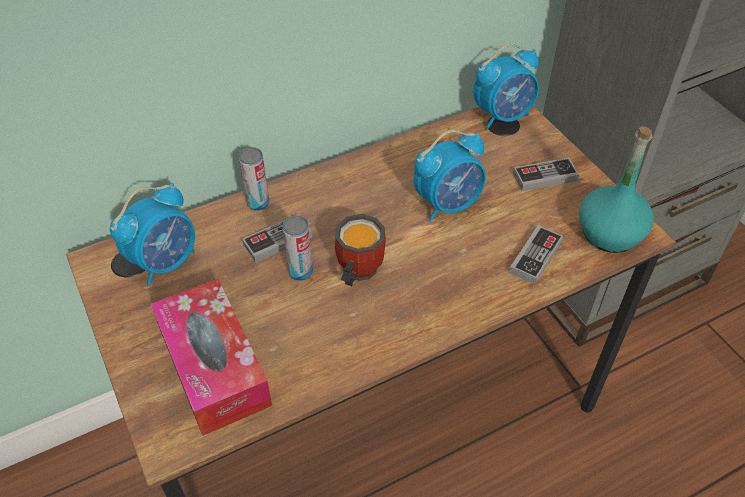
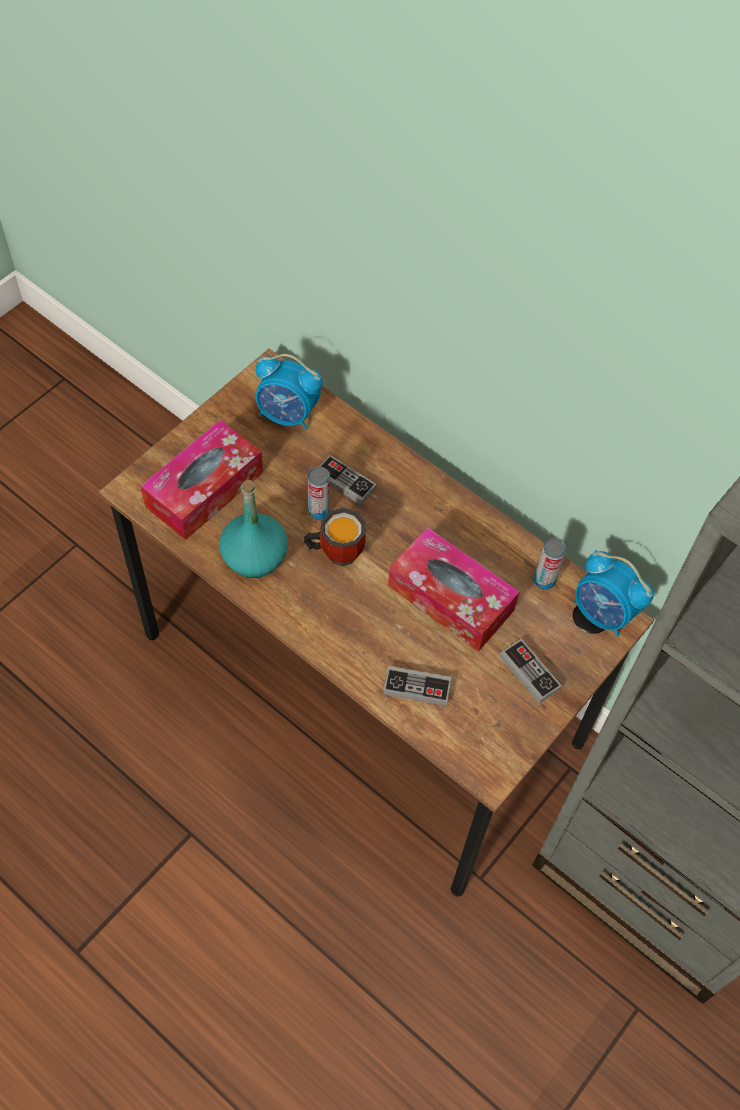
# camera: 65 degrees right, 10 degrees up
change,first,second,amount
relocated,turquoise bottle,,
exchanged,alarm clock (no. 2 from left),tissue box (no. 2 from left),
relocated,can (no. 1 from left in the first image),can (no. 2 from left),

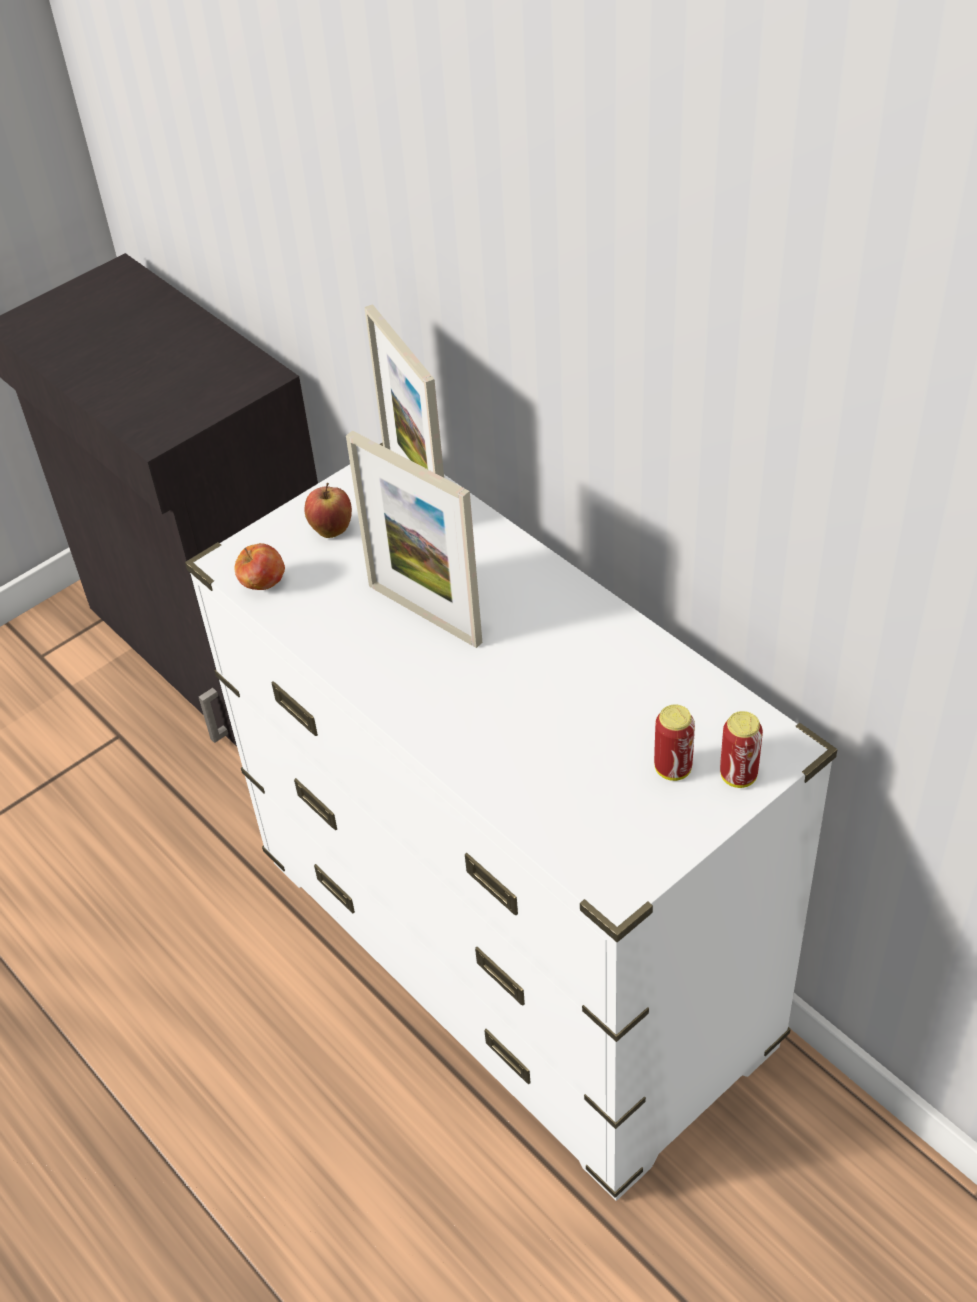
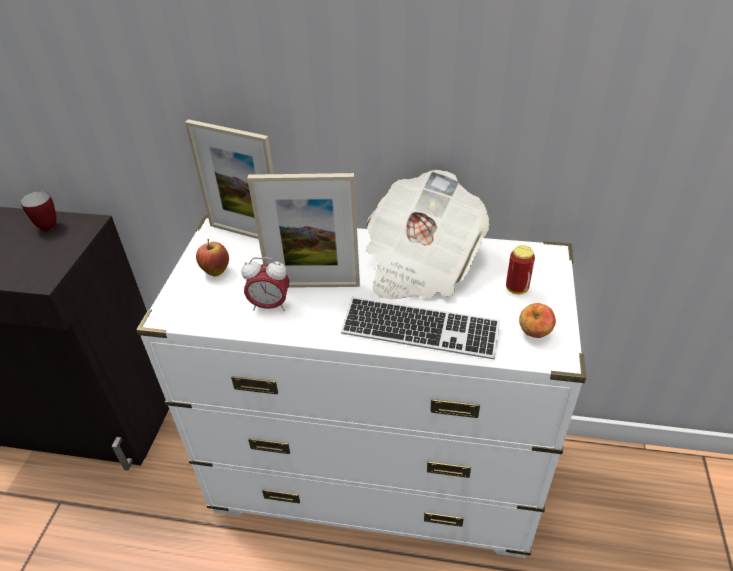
# camera: 40 degrees left, 5 degrees down
change,first,second,amount
relocated,apple (no. 1 from left in the first image),apple (no. 2 from left),
missing,can (no. 2 from left),,
appeared,,newspaper,
appeared,,mug,
appeared,,alarm clock,
appeared,,keyboard,

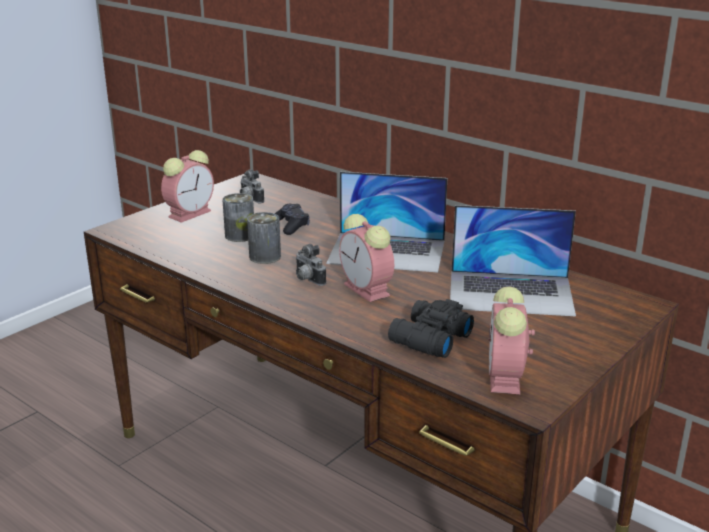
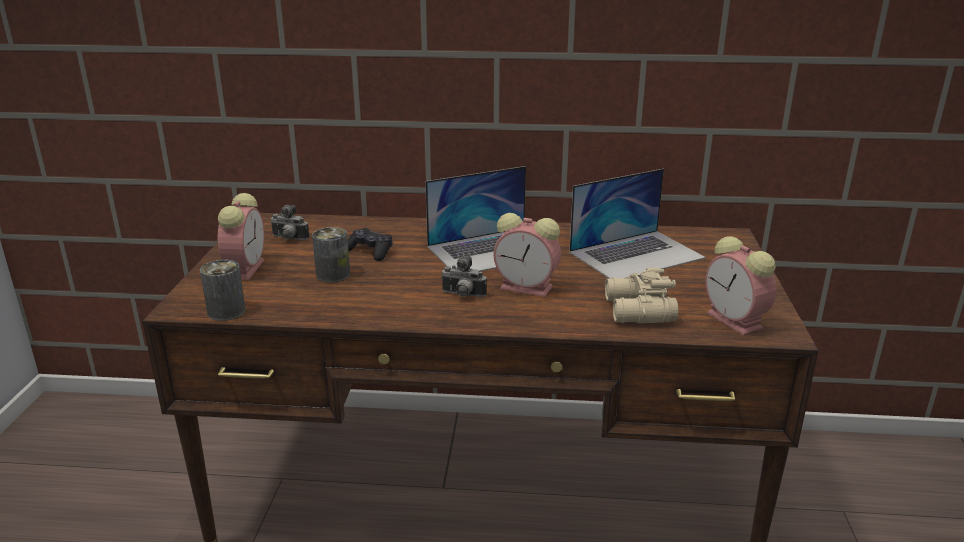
# camera: 35 degrees left, 0 degrees up
change,first,second,amount
relocated,can (no. 2 from left in the first image),can (no. 1 from left),
colour,black binoculars,beige binoculars,

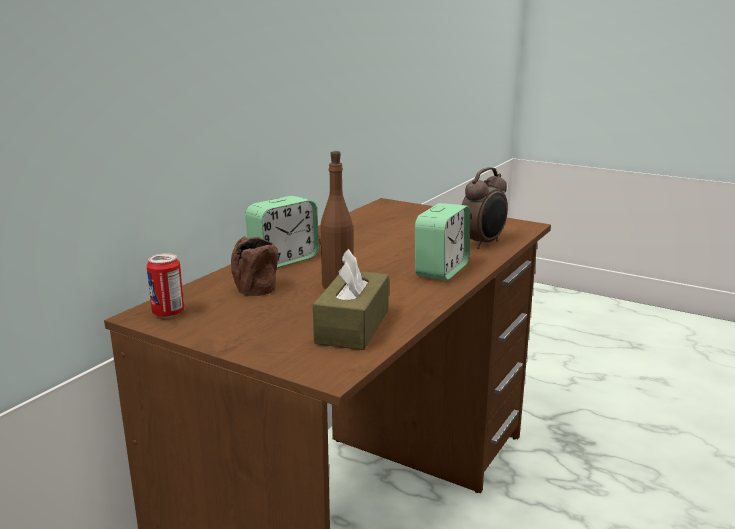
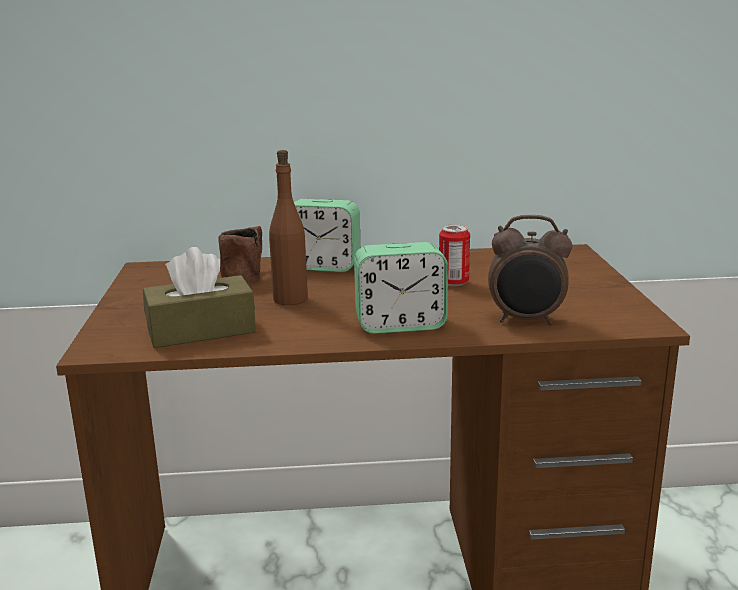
# camera: 55 degrees right, 0 degrees up
change,first,second,amount
relocated,can,,

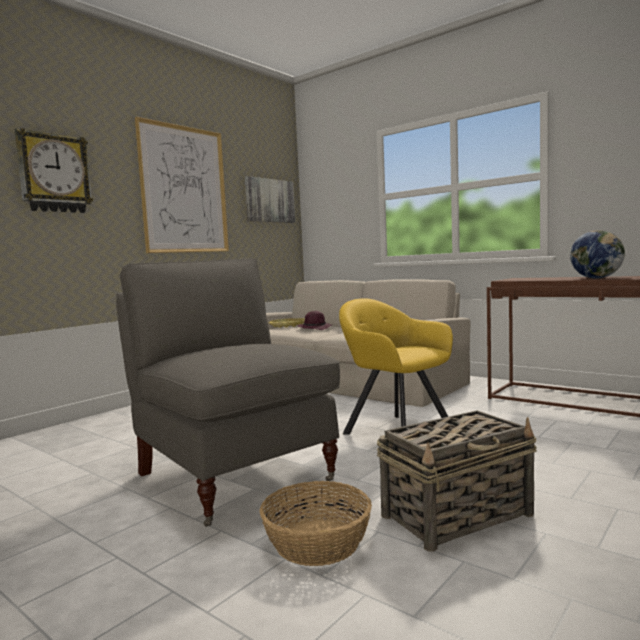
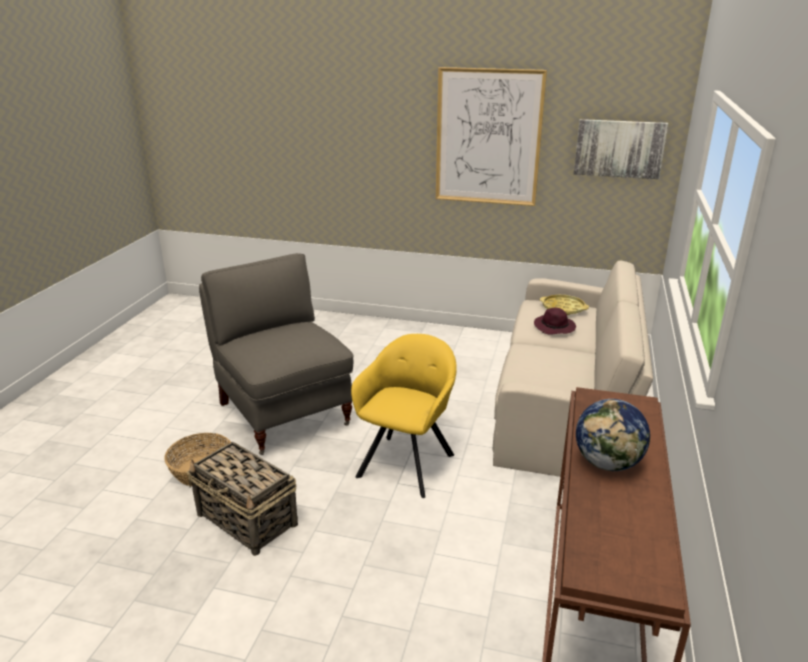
# camera: 65 degrees right, 20 degrees up
change,first,second,amount
missing,wall clock,,
spun,grey armchair,,60 degrees counterclockwise

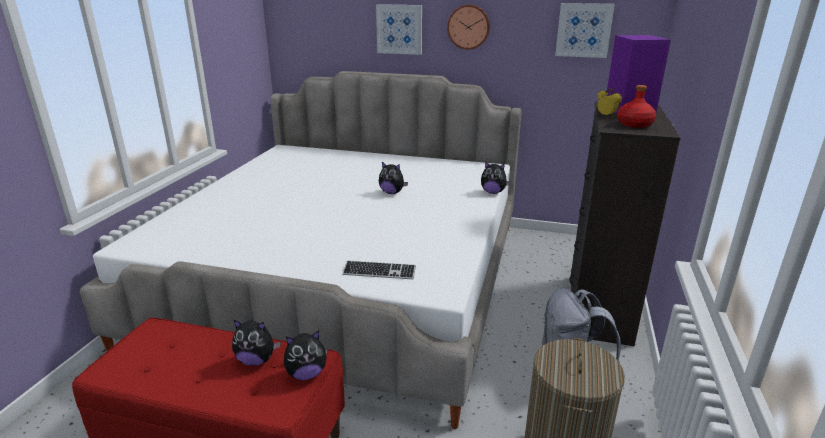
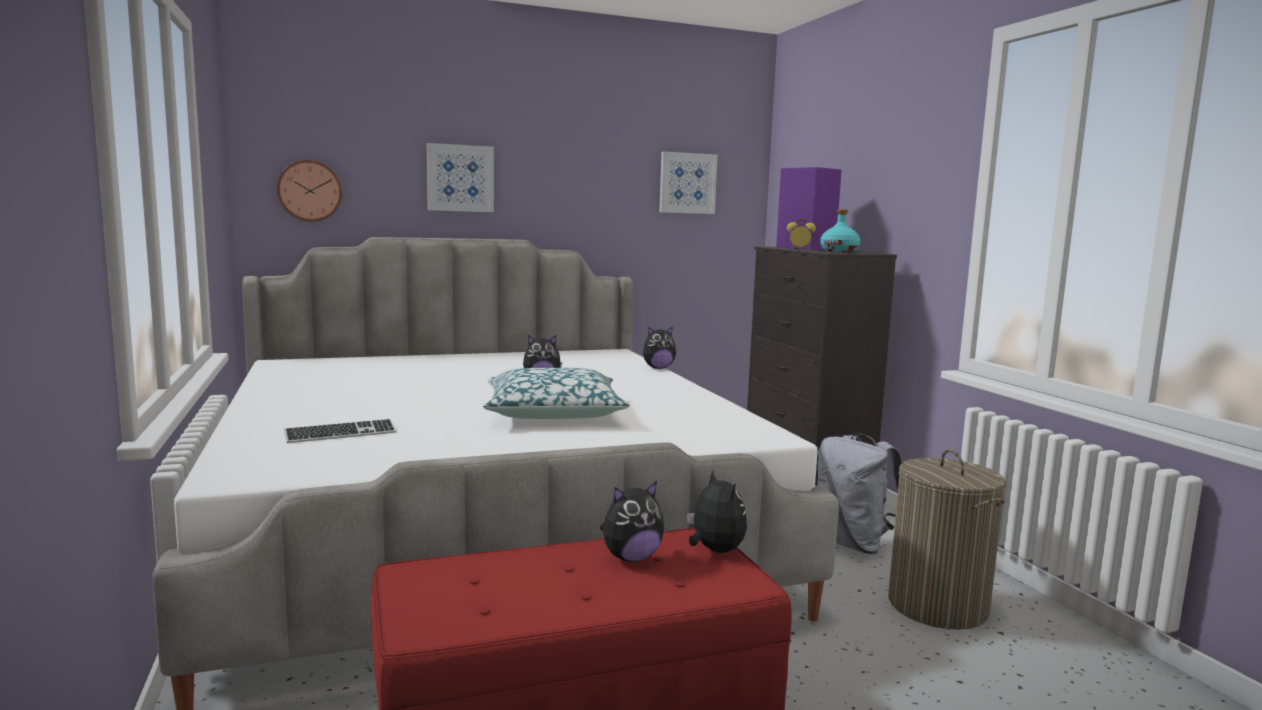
# camera: 35 degrees left, 15 degrees down
change,first,second,amount
relocated,wall clock,,
colour,red bottle,turquoise bottle,
relocated,keyboard,,
spun,plush toy (no. 2 from left in the first image),plush toy (no. 4 from left),60 degrees counterclockwise
appeared,,pillow,

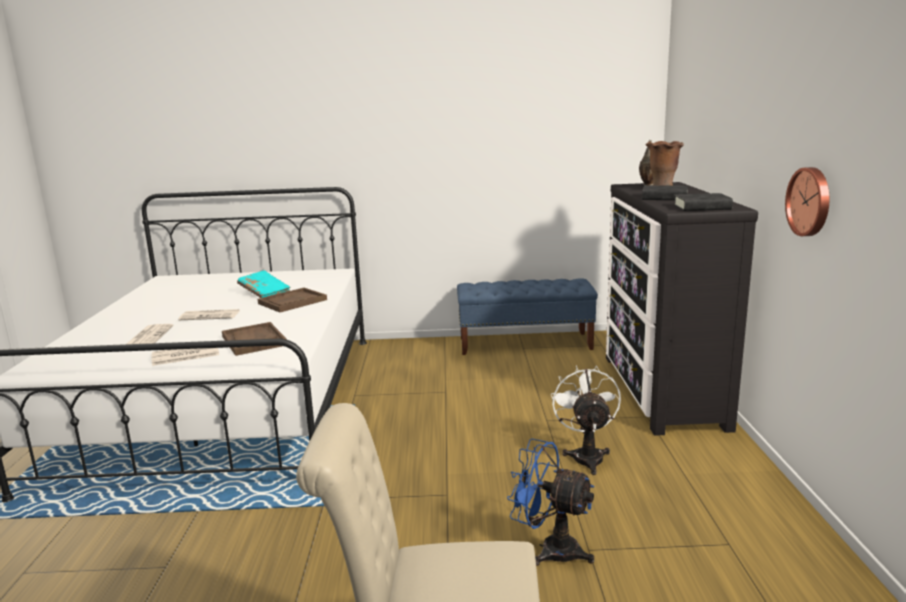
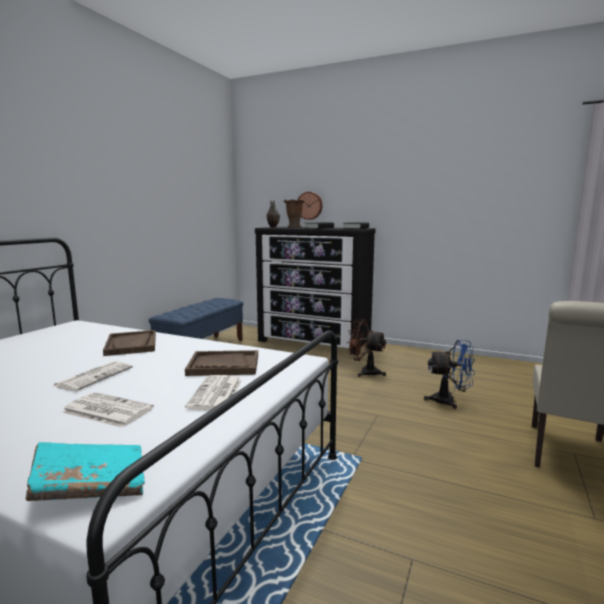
# camera: 65 degrees left, 5 degrees down
change,first,second,amount
relocated,wall clock,,
relocated,turquoise book,,
colour,white fan,brown fan,
spun,blue fan,,135 degrees counterclockwise

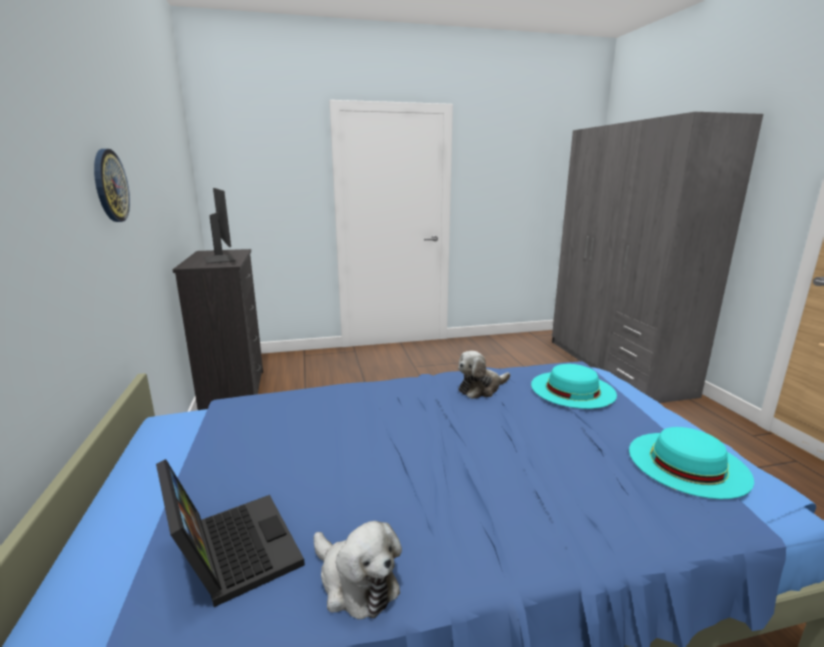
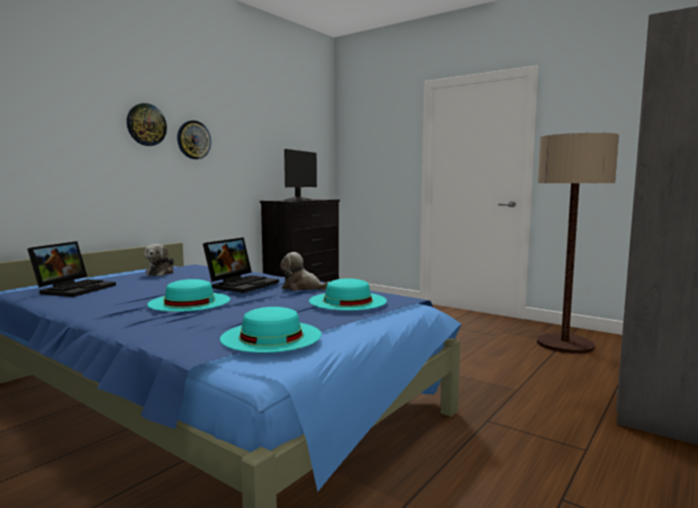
# camera: 50 degrees right, 10 degrees down
change,first,second,amount
relocated,plush toy (no. 1 from left),,
appeared,,wall clock (no. 1 from left),
appeared,,floor lamp,
appeared,,laptop (no. 2 from left),
appeared,,turquoise hat (no. 1 from left),

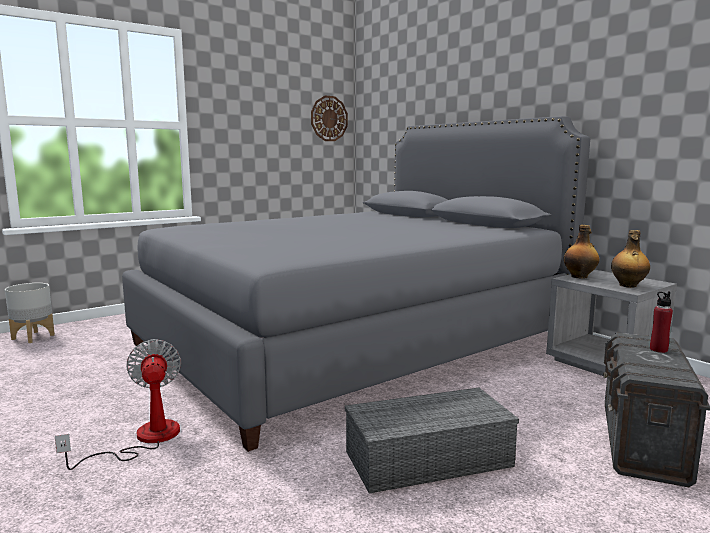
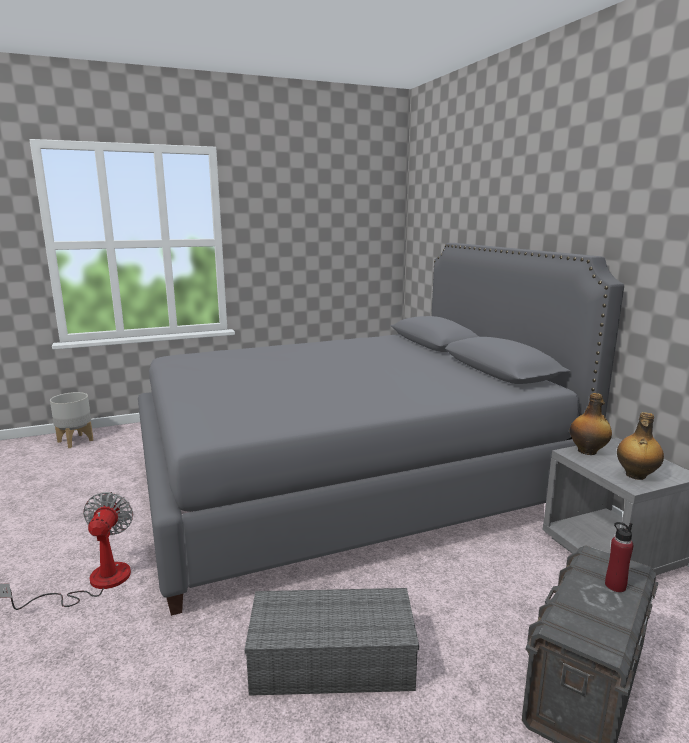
# camera: 15 degrees right, 5 degrees up
change,first,second,amount
missing,wall clock,,

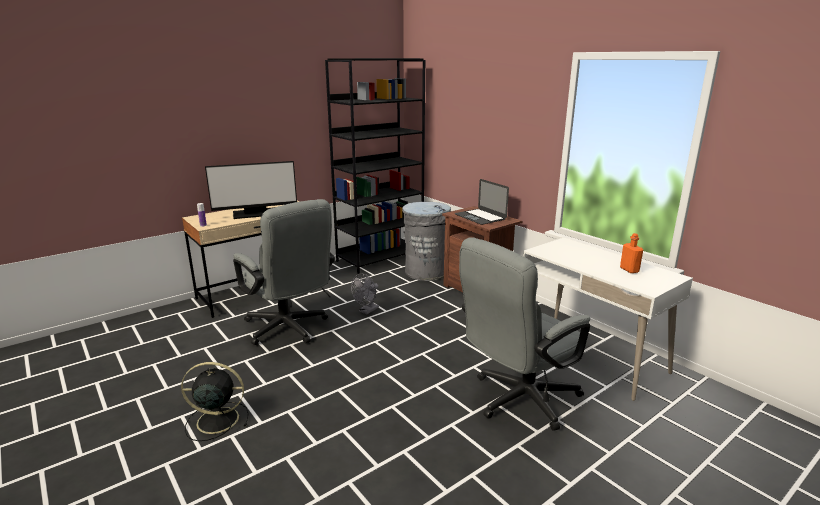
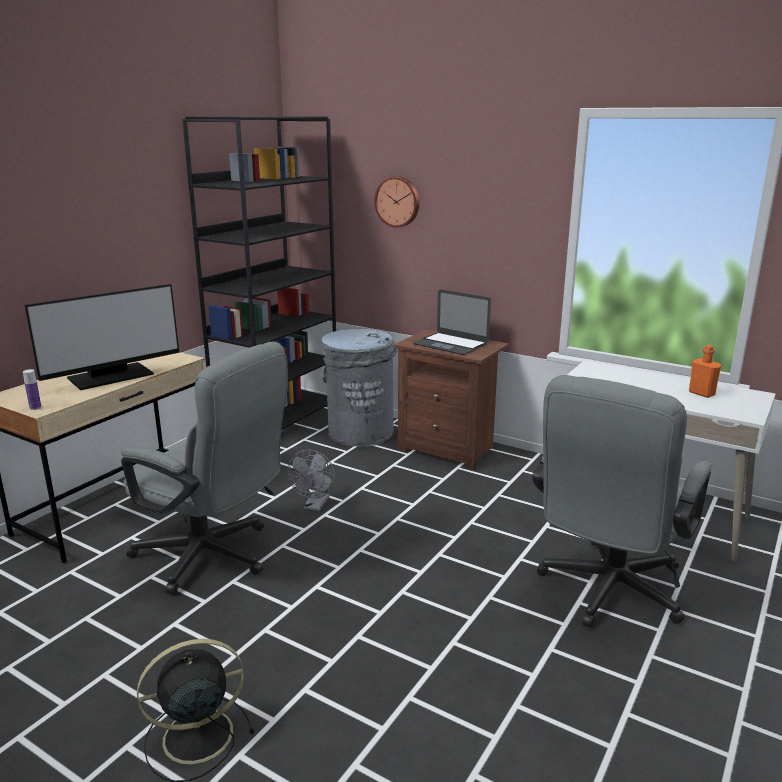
# camera: 20 degrees left, 0 degrees up
change,first,second,amount
appeared,,wall clock,

